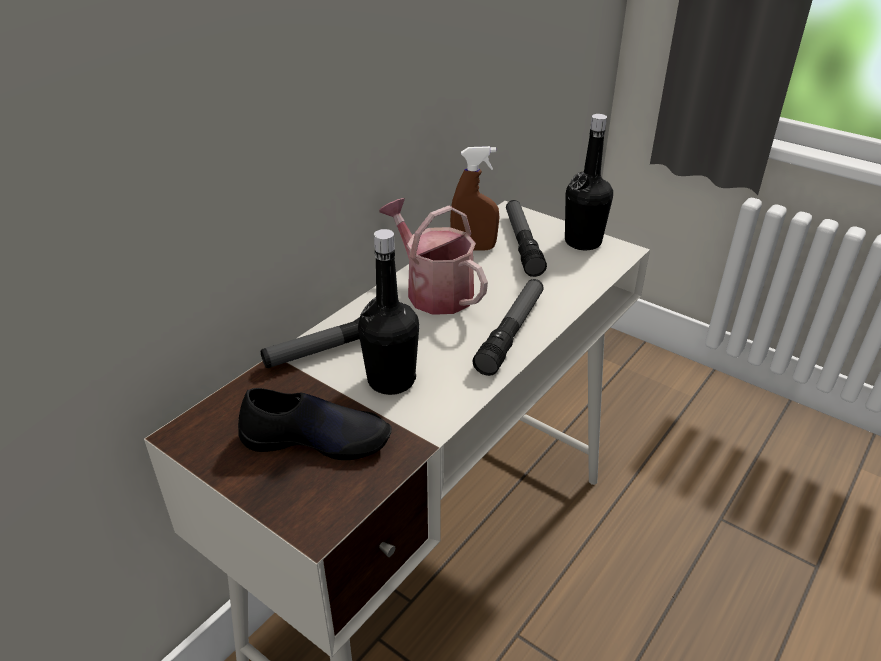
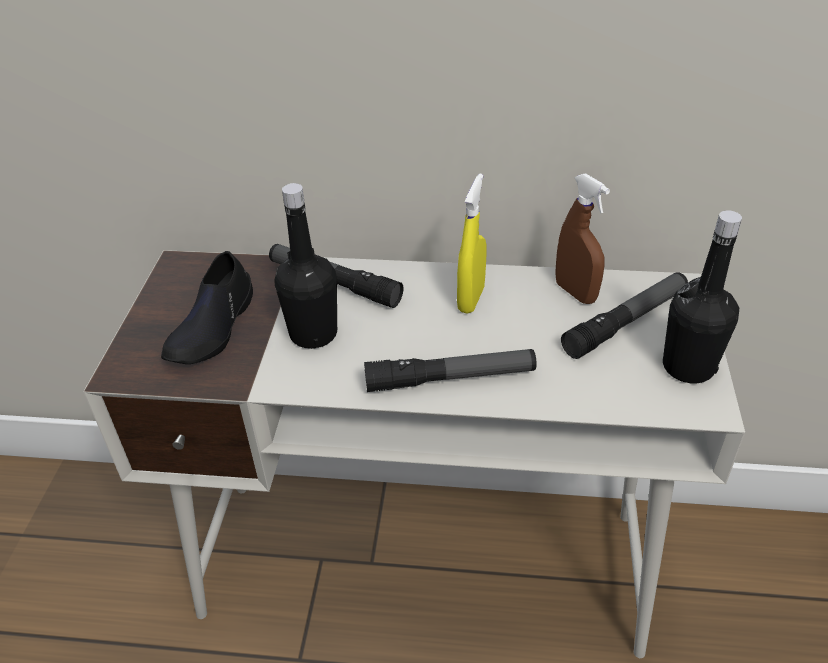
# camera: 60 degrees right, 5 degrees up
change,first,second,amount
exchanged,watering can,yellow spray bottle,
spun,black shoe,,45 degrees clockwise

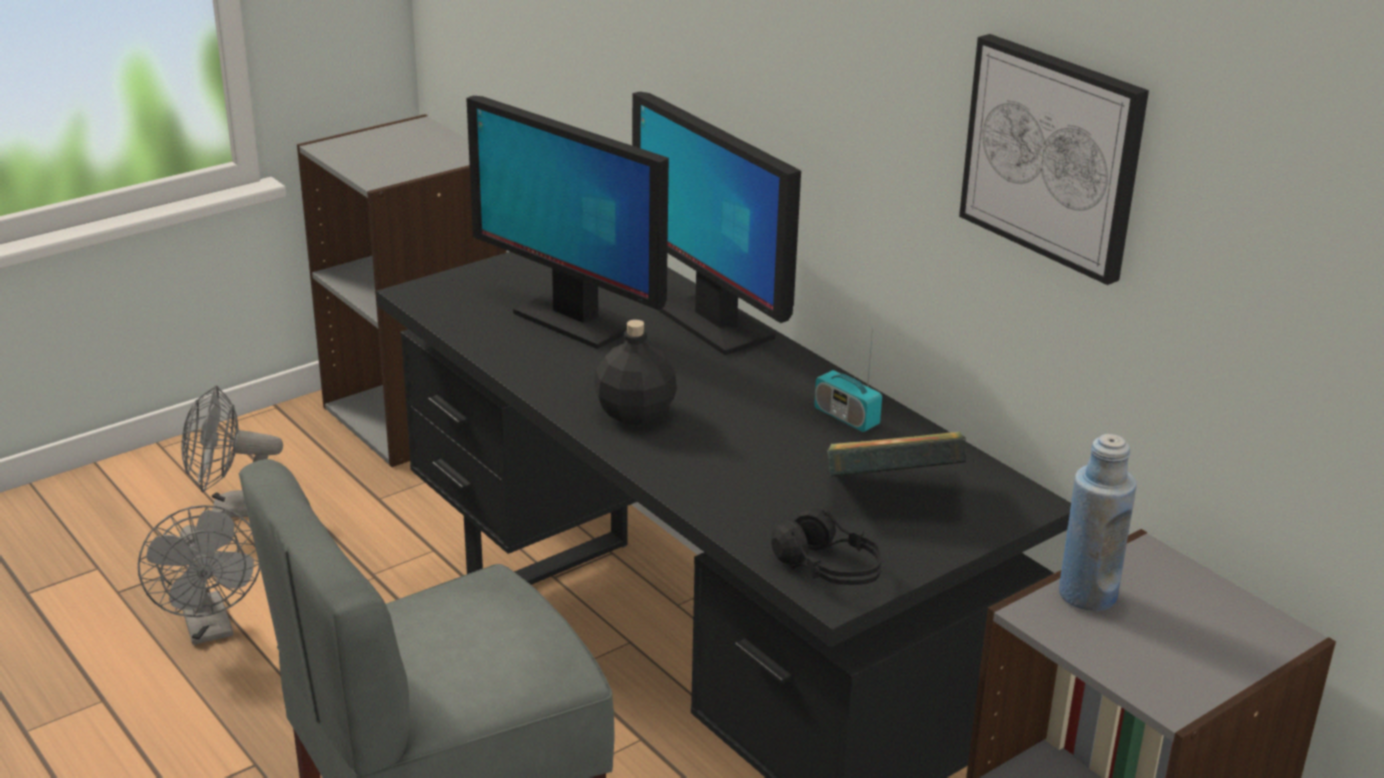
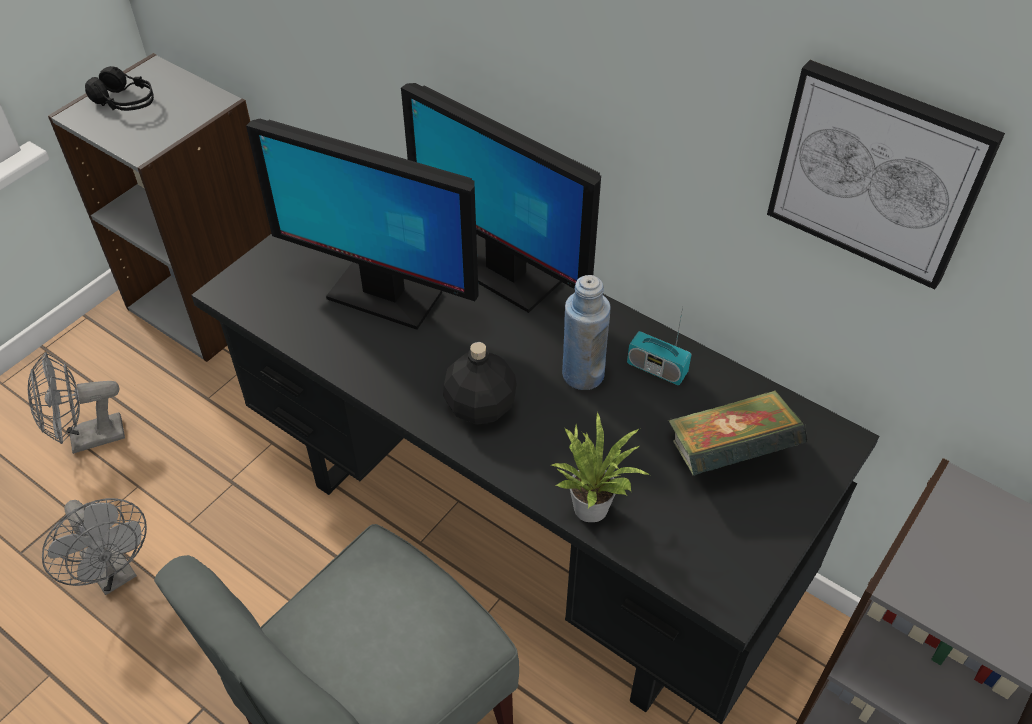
# camera: 15 degrees left, 20 degrees up
change,first,second,amount
relocated,blue bottle,,
relocated,black headphones,,
appeared,,potted plant,

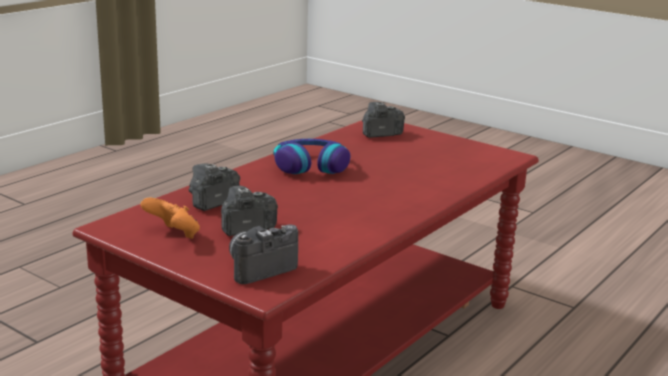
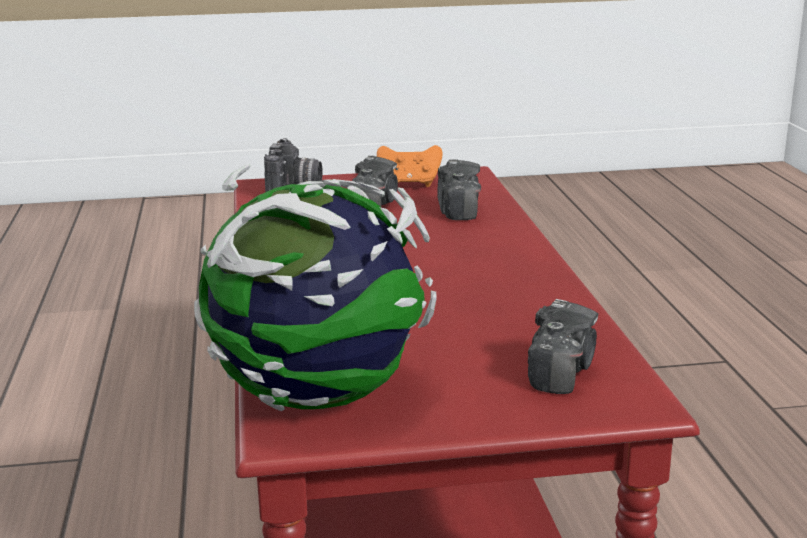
# camera: 135 degrees right, 0 degrees up
change,first,second,amount
missing,headphones,,
appeared,,globe,

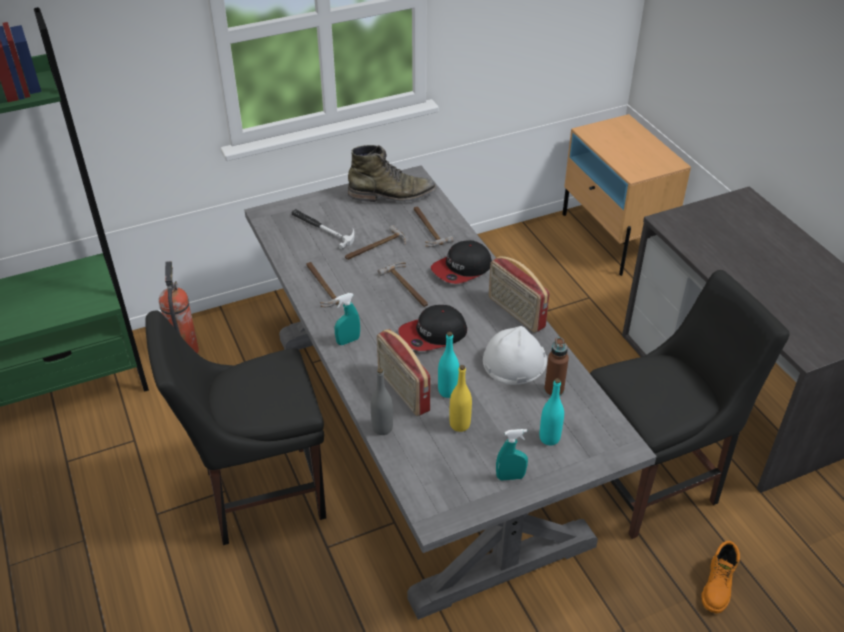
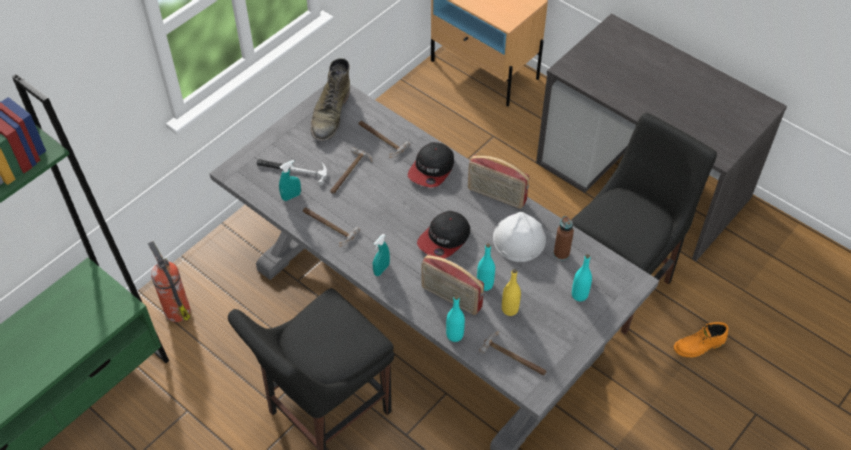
# camera: 25 degrees left, 10 degrees up
change,first,second,amount
spun,green boot,,135 degrees clockwise
relocated,hammer (no. 4 from left in the first image),hammer (no. 5 from left),
colour,grey bottle,turquoise bottle (no. 1 from left),
relocated,turquoise spray bottle (no. 2 from left in the first image),turquoise spray bottle (no. 1 from left),
spun,orange boot,,75 degrees clockwise

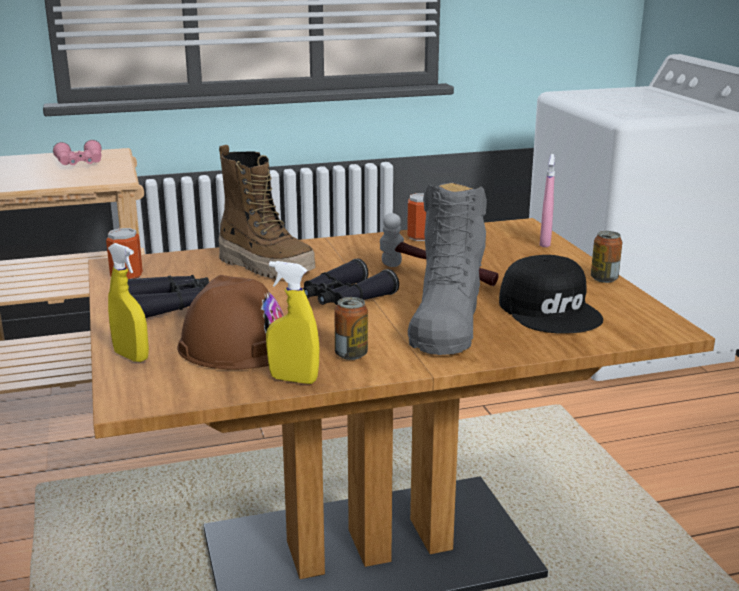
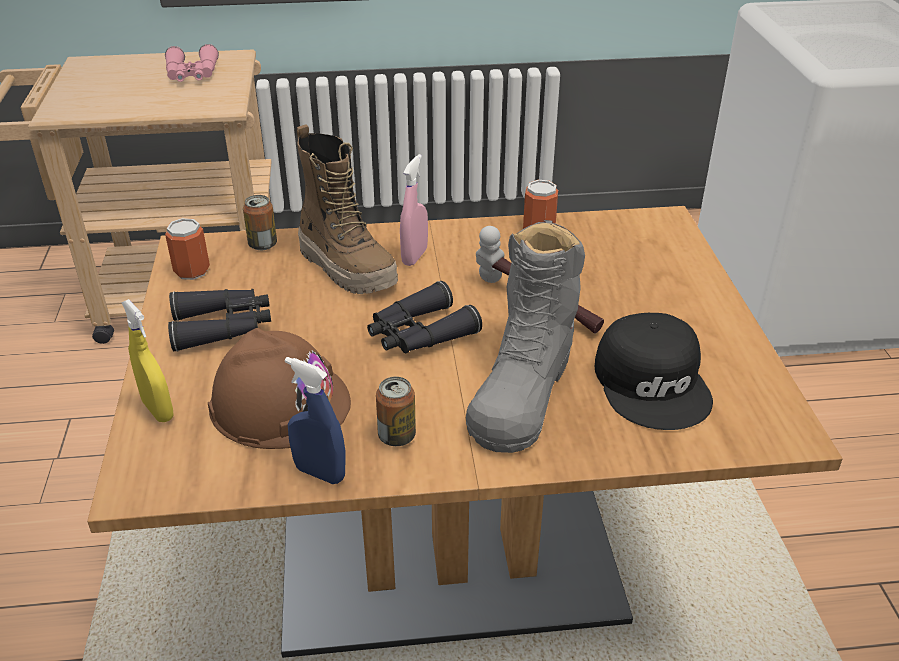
# camera: 10 degrees right, 15 degrees up
change,first,second,amount
relocated,pink spray bottle,,
relocated,can (no. 4 from left in the first image),can (no. 2 from left),
colour,yellow spray bottle (no. 2 from left),blue spray bottle,

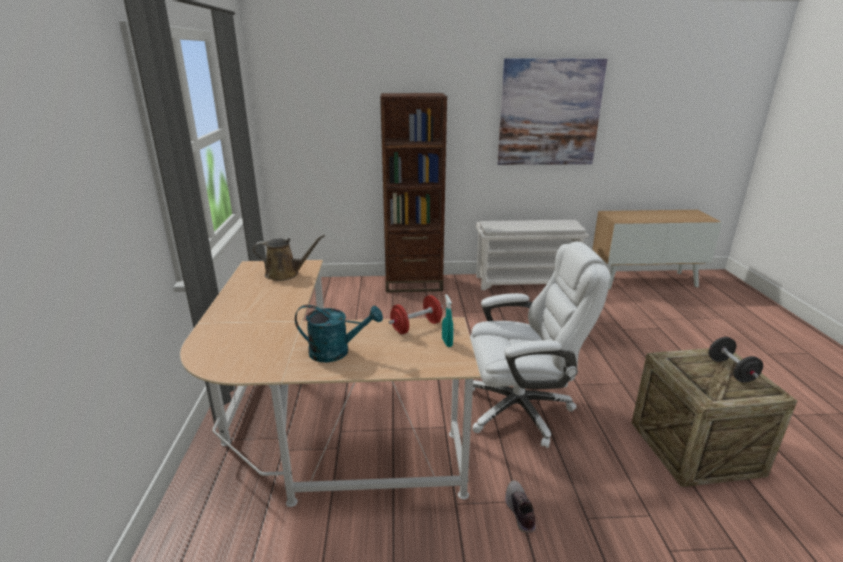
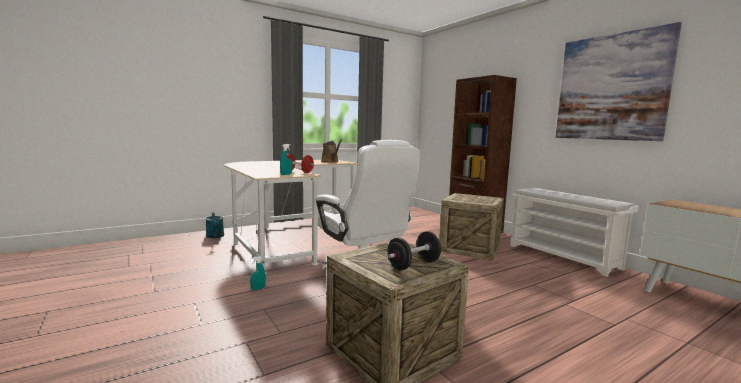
# camera: 60 degrees right, 15 degrees down
change,first,second,amount
relocated,turquoise watering can,,
exchanged,shoe,turquoise spray bottle (no. 1 from left),
appeared,,crate (no. 2 from left),

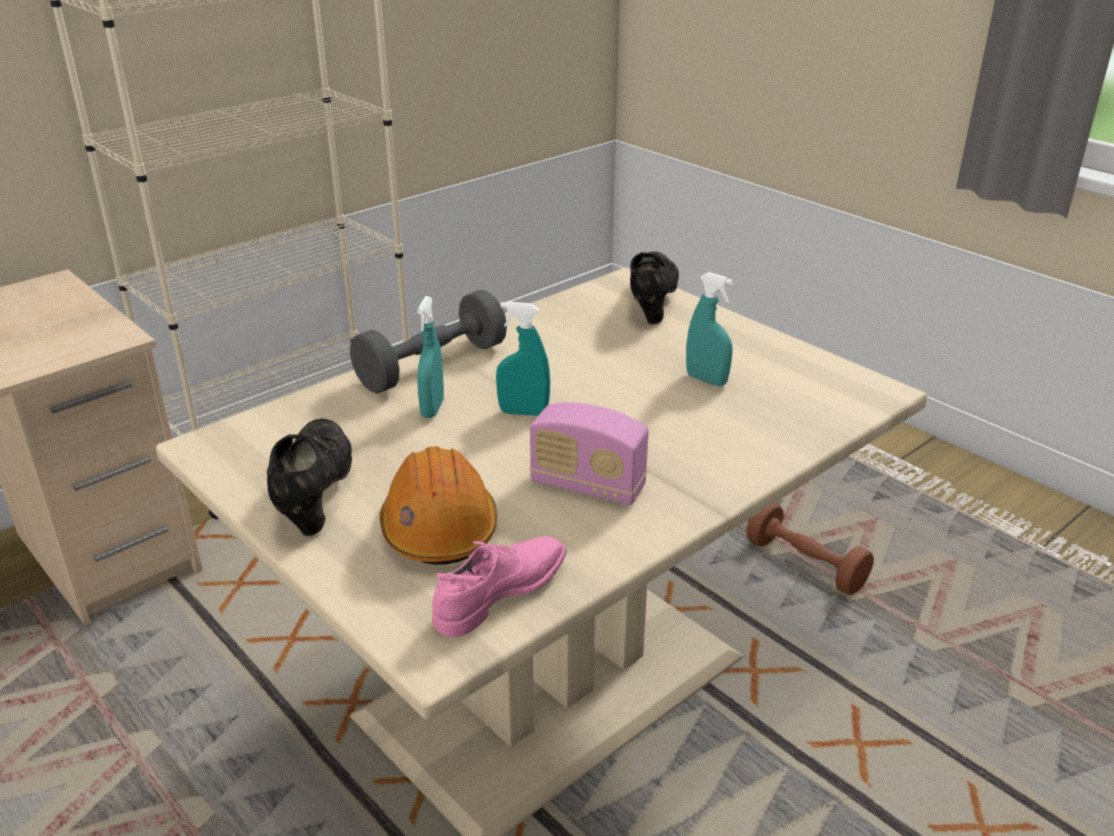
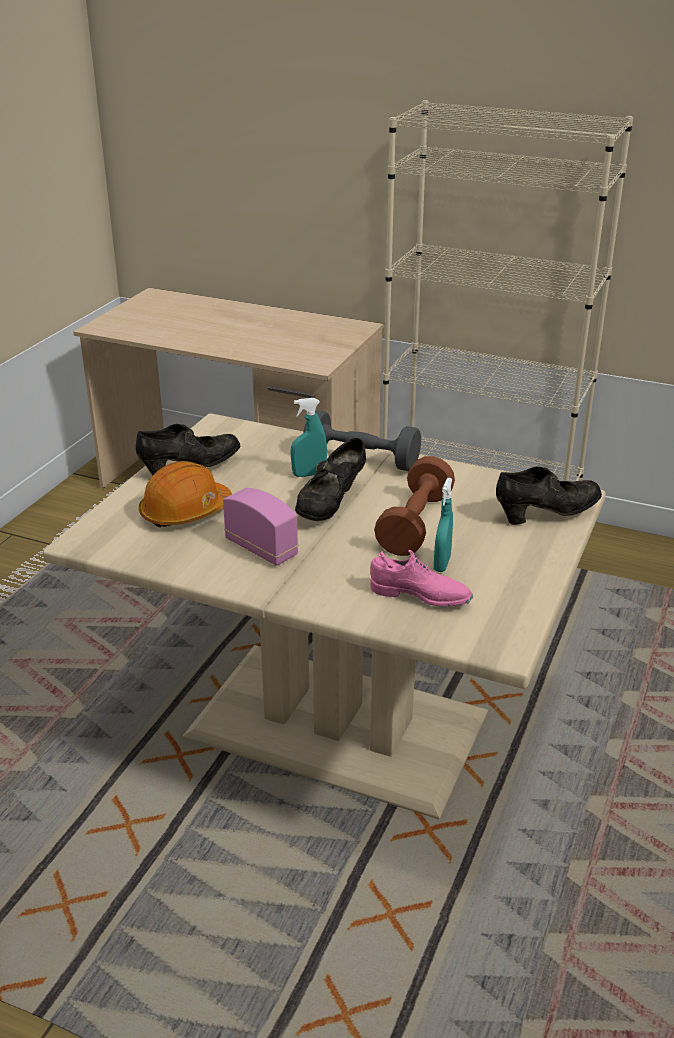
# camera: 65 degrees right, 0 degrees up
change,first,second,amount
exchanged,turquoise spray bottle (no. 2 from left),black shoe (no. 2 from left),
spun,radio,,135 degrees clockwise
relocated,brown dumbbell,,
relocated,pink shoe,,

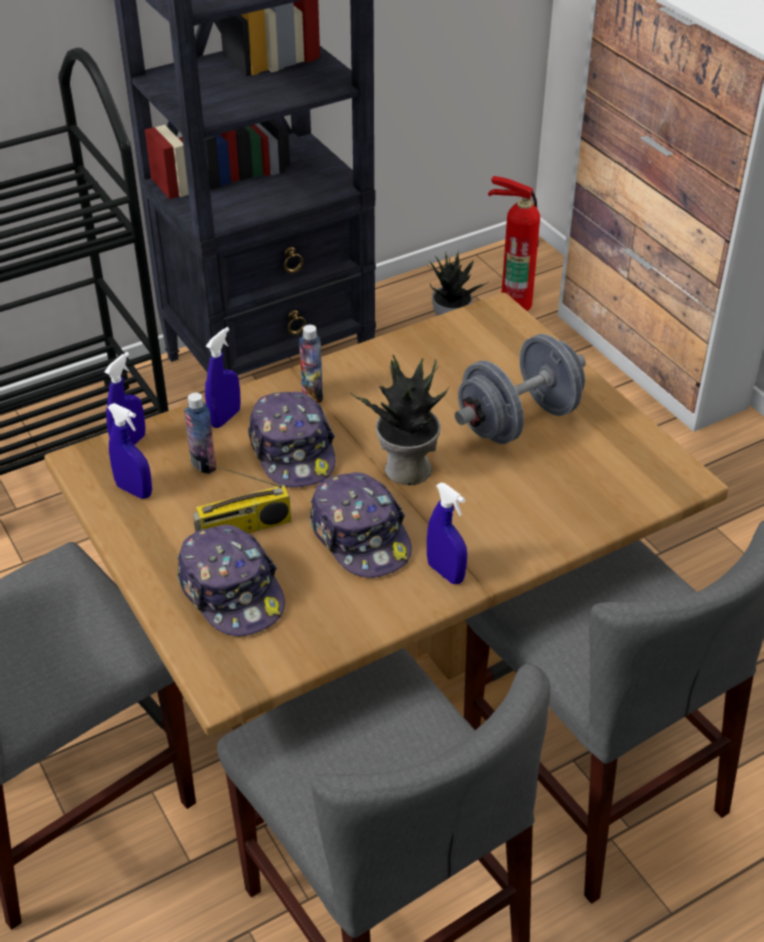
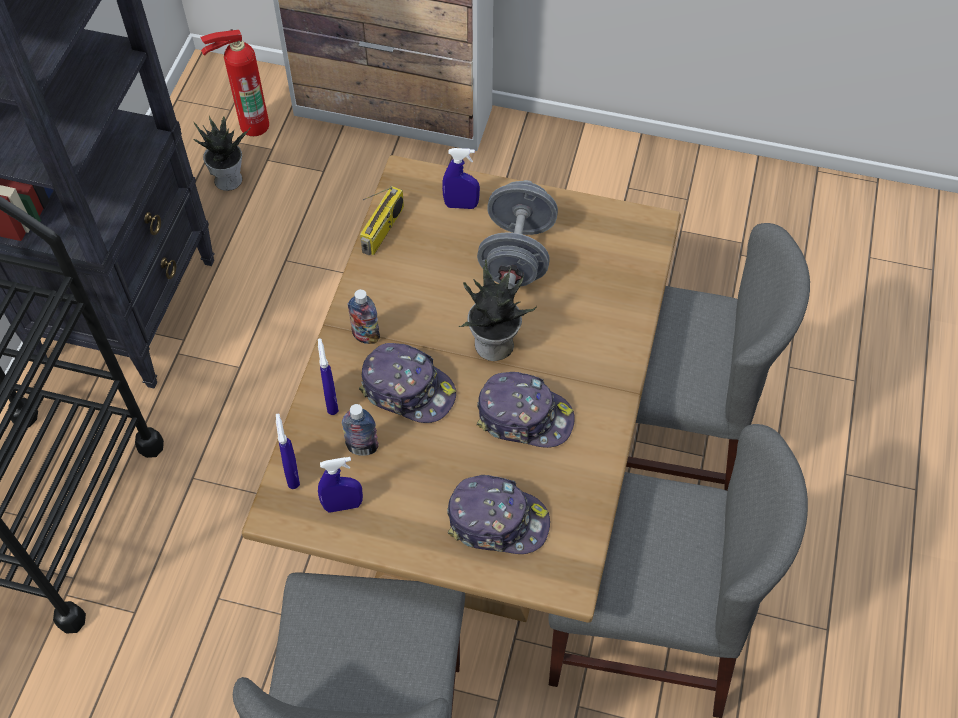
# camera: 45 degrees left, 15 degrees up
change,first,second,amount
relocated,radio,,
relocated,blue spray bottle (no. 4 from left),,

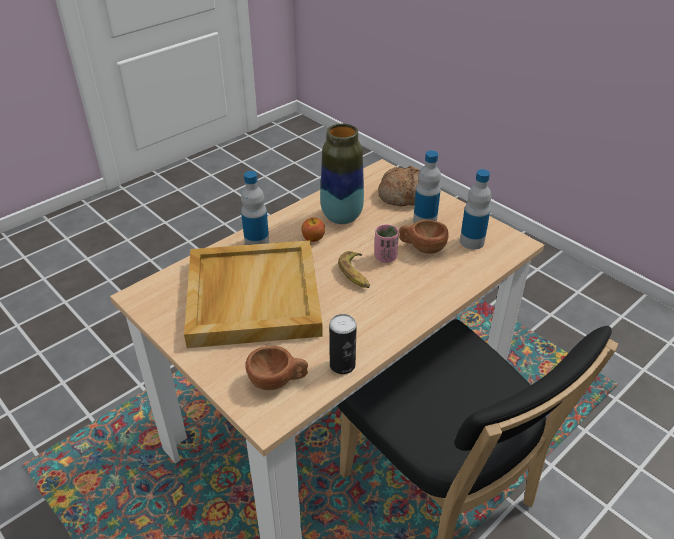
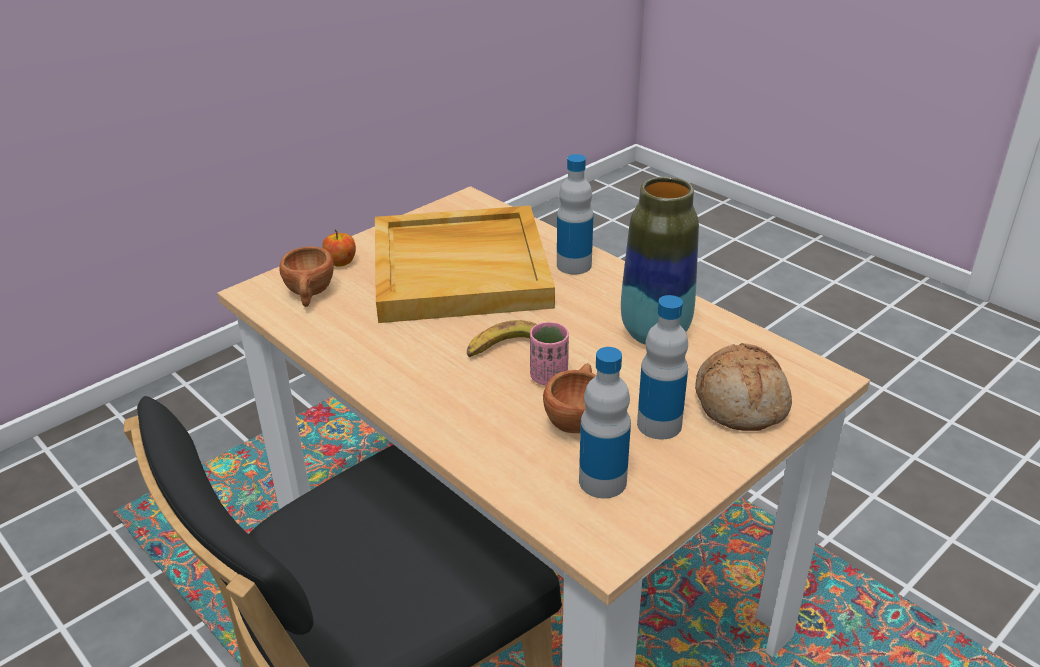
# camera: 90 degrees right, 5 degrees down
change,first,second,amount
relocated,apple,,
missing,can,,

